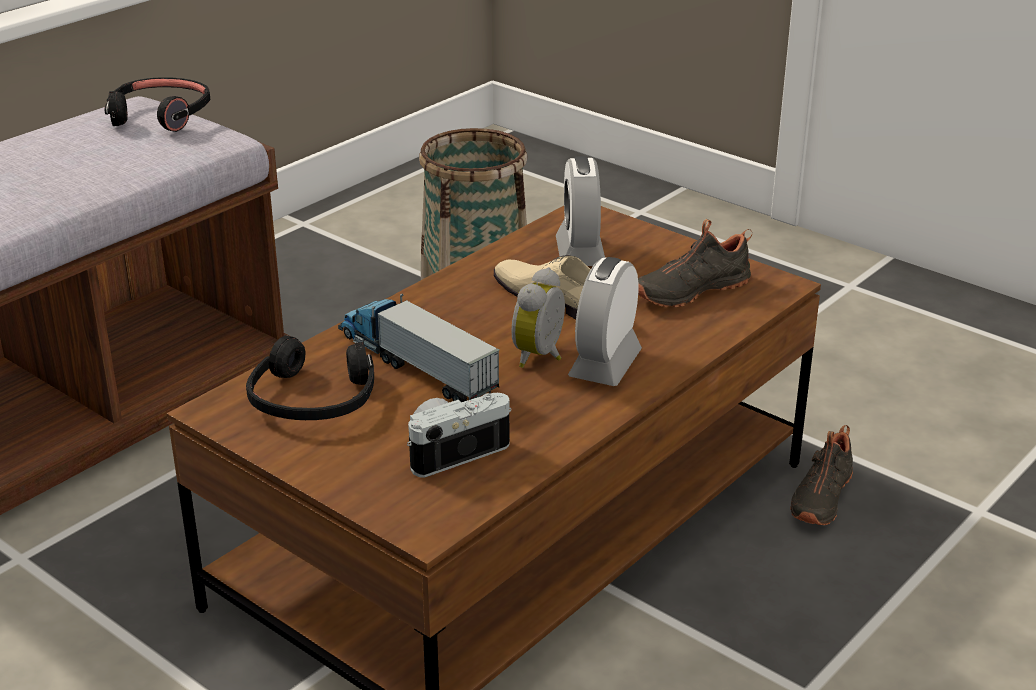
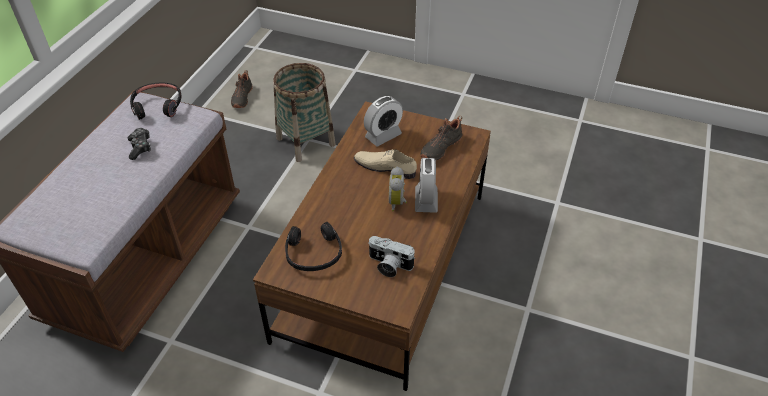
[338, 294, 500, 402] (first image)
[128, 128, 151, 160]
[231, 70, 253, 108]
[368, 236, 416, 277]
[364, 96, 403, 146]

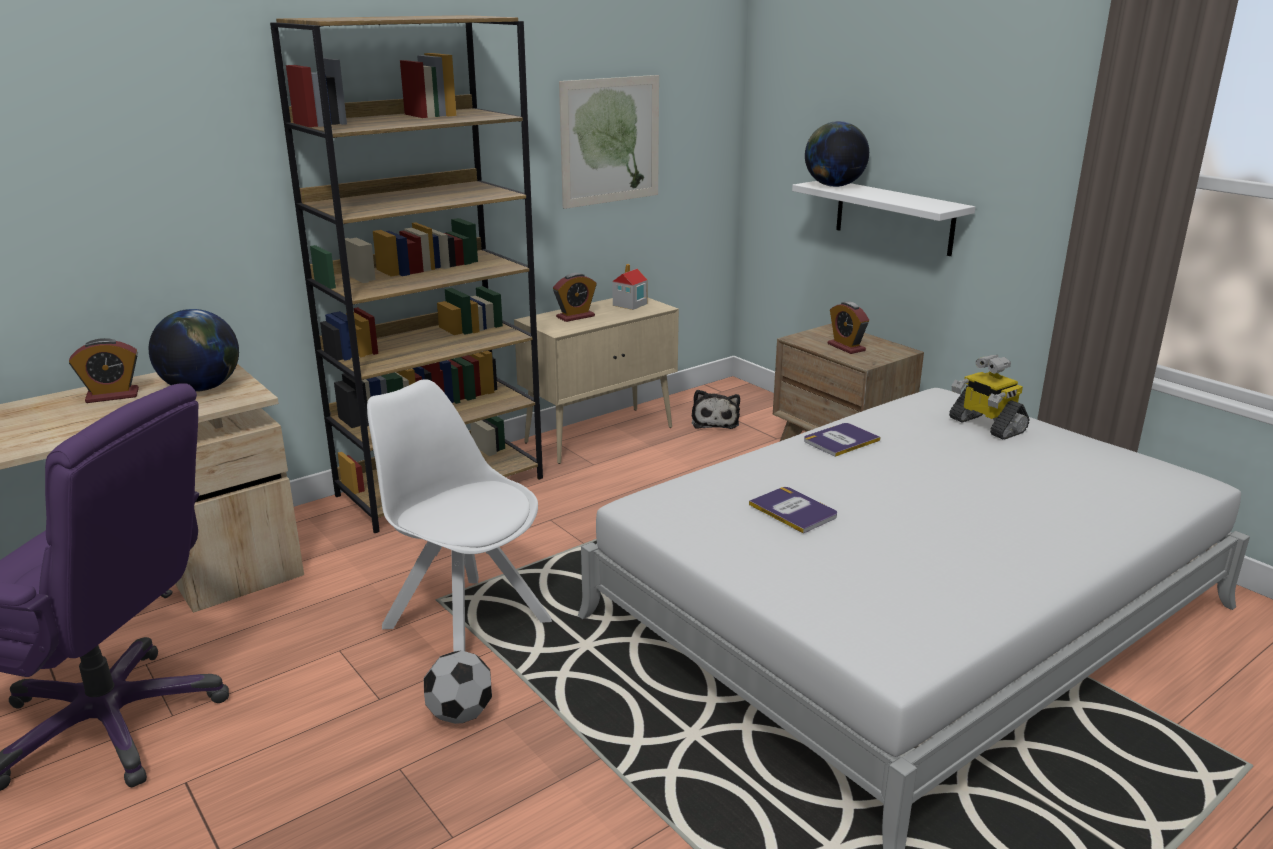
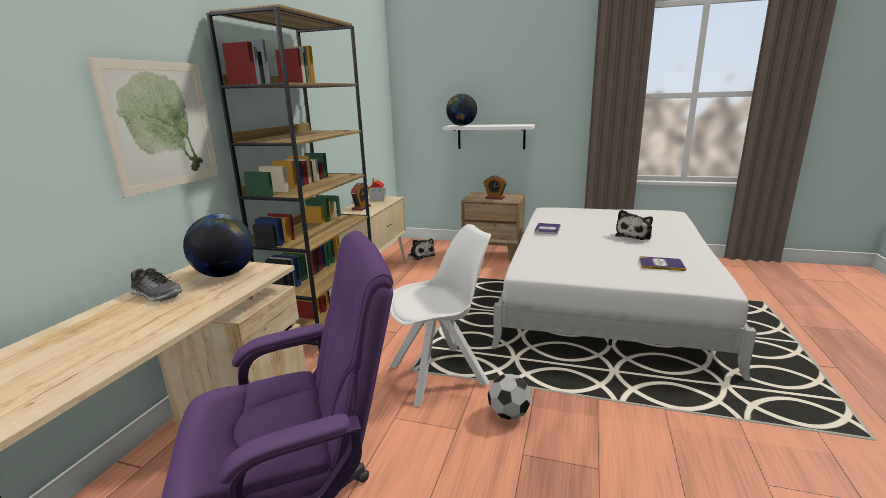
[949, 355, 1030, 440] (first image)
[615, 210, 653, 240]
[87, 57, 219, 198]
[639, 256, 686, 271]
[130, 268, 182, 302]
[390, 224, 491, 407]

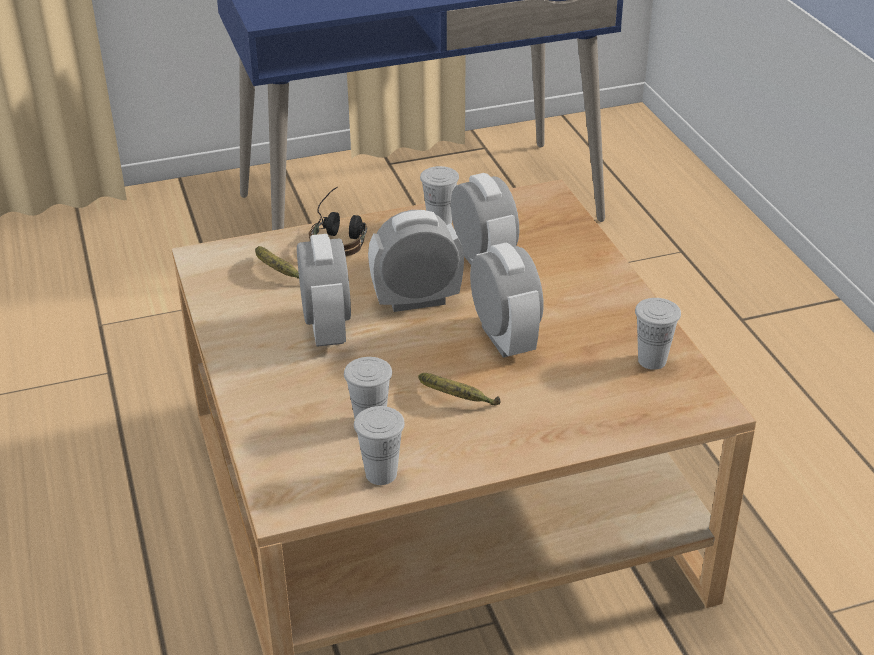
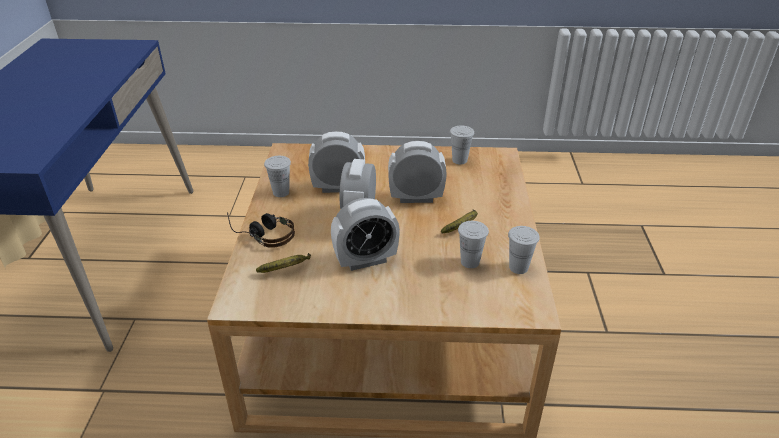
[331, 198, 400, 271]

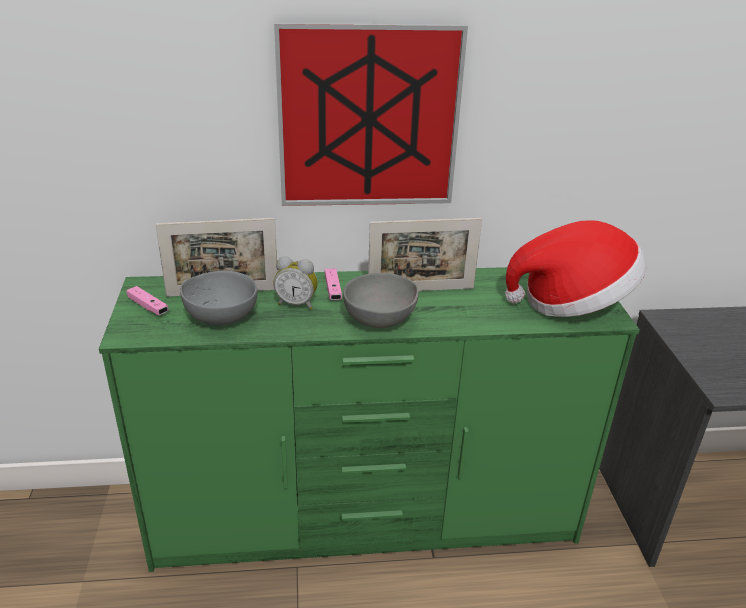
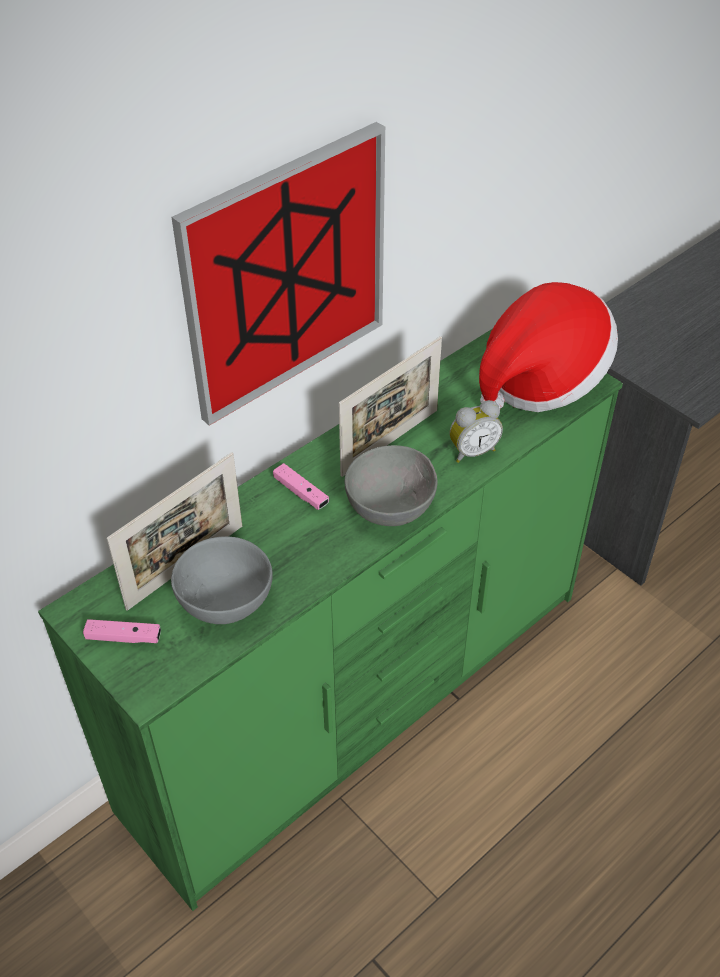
[449, 400, 503, 463]

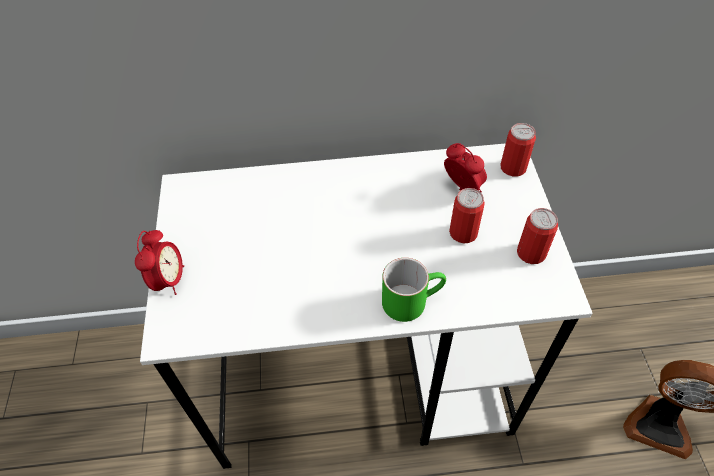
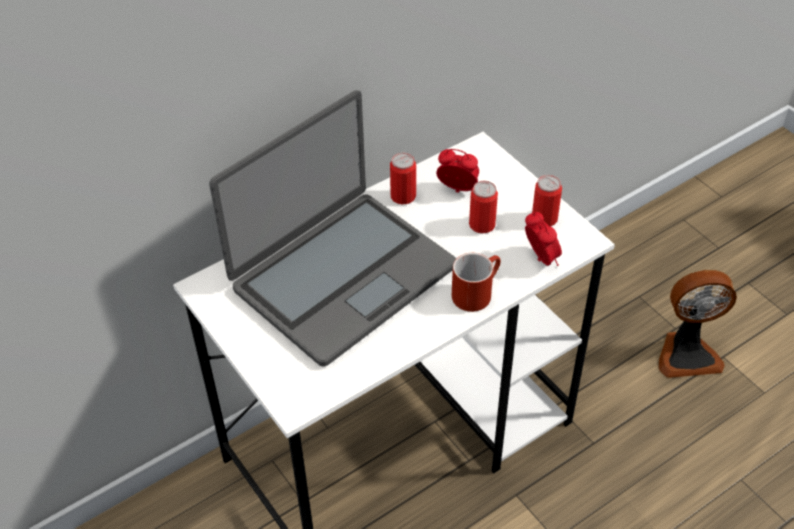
[209, 90, 456, 366]
[525, 212, 562, 266]
[390, 153, 416, 204]
[452, 253, 501, 312]

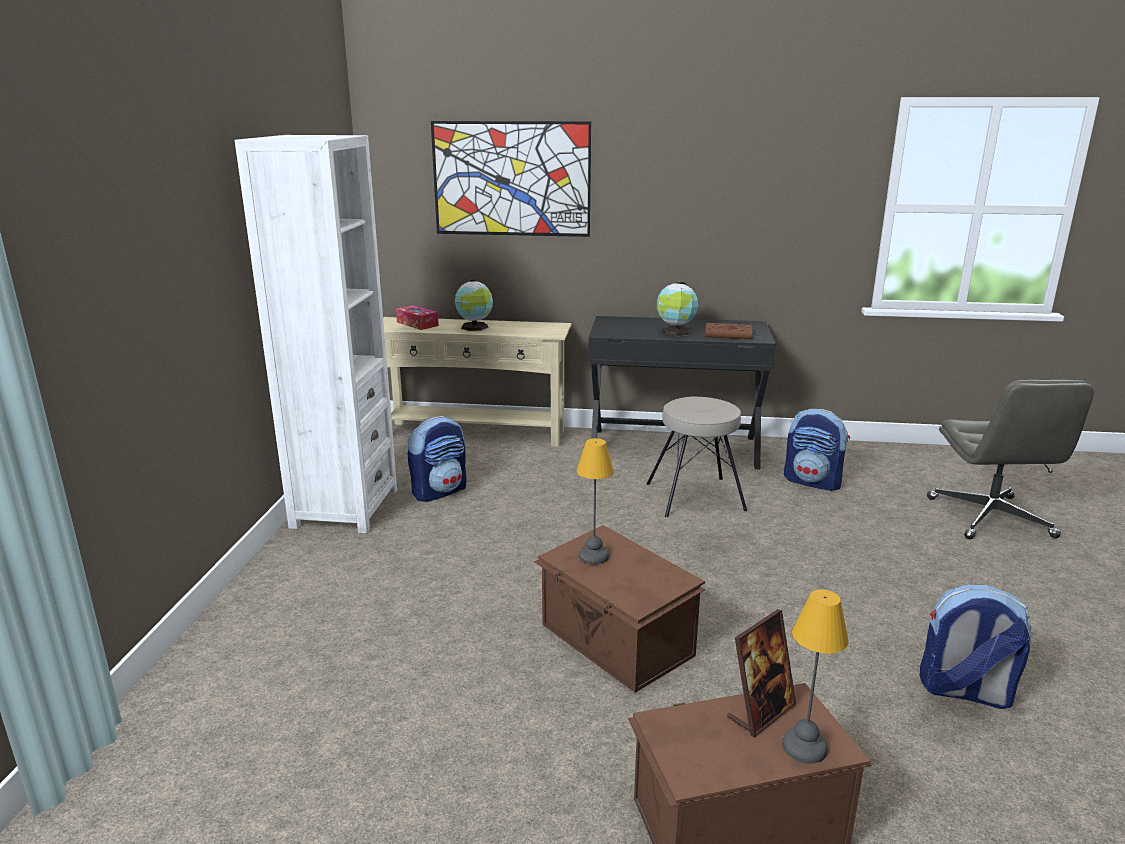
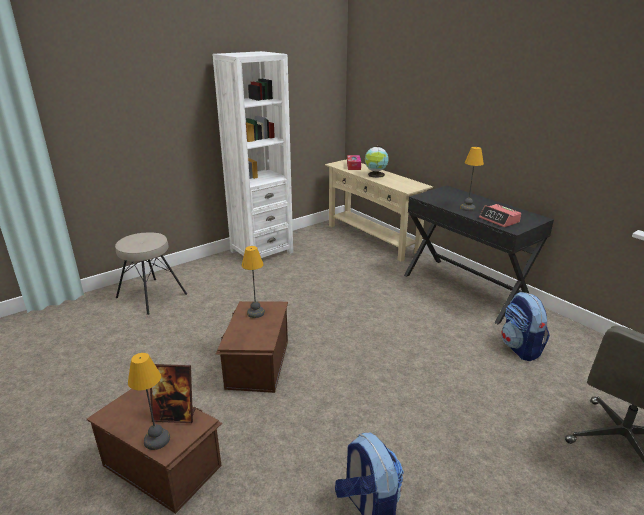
[408, 416, 467, 502] (first image)
[431, 121, 591, 237] (first image)
[115, 232, 187, 315]
[460, 147, 484, 211]
[479, 204, 521, 227]

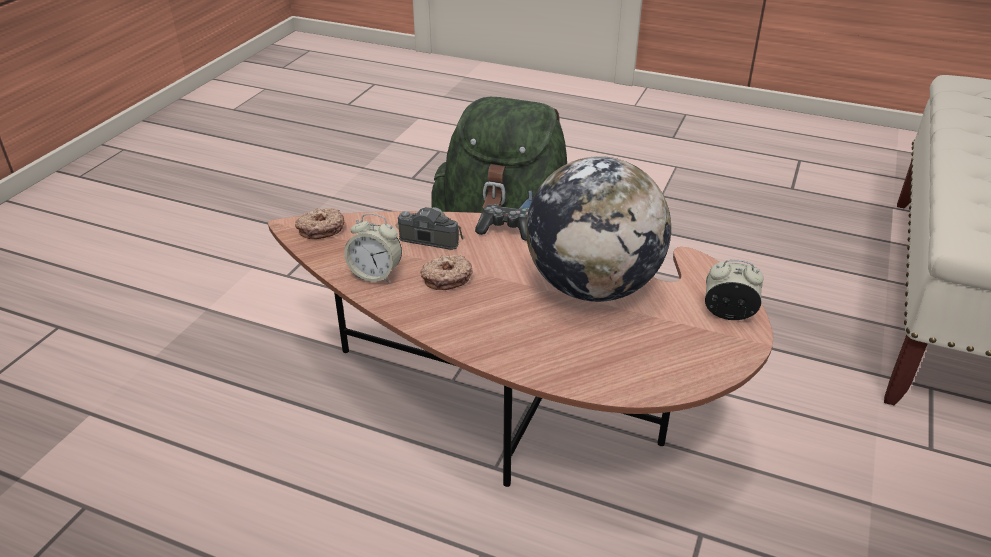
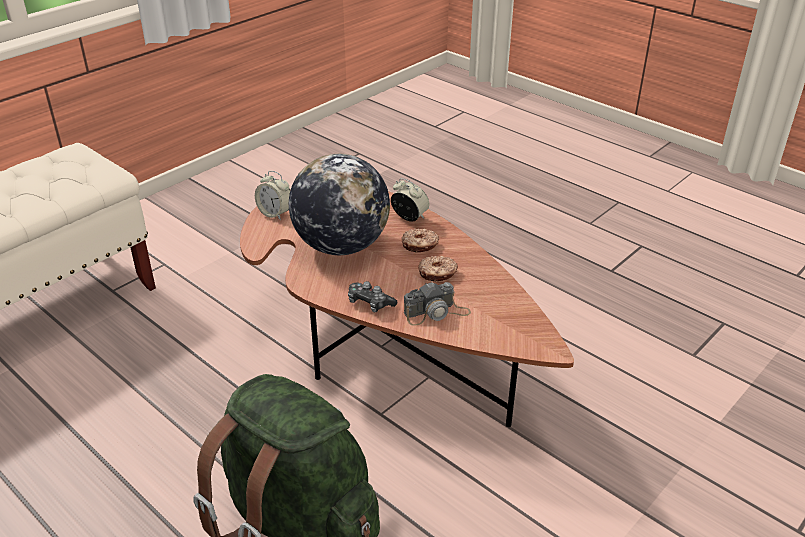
[401, 229, 439, 253]
[391, 178, 429, 222]
[404, 281, 471, 326]

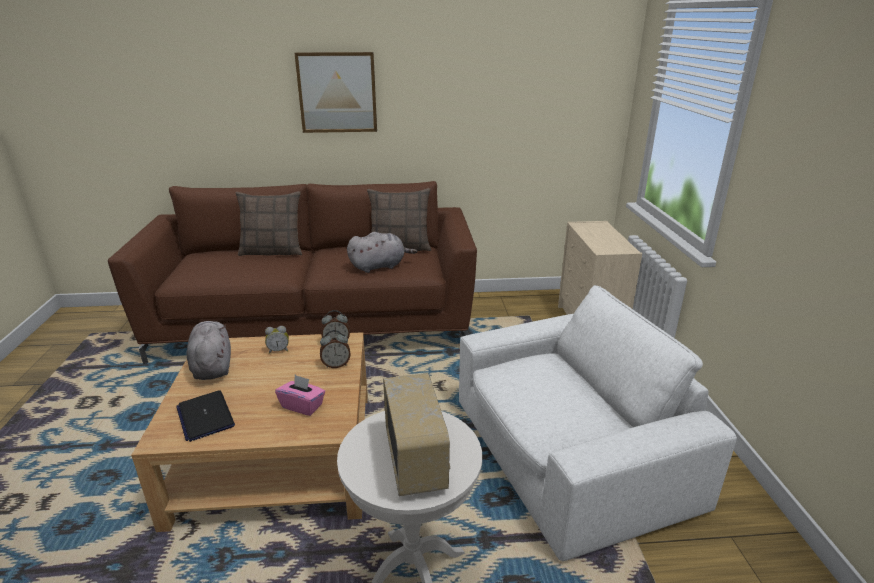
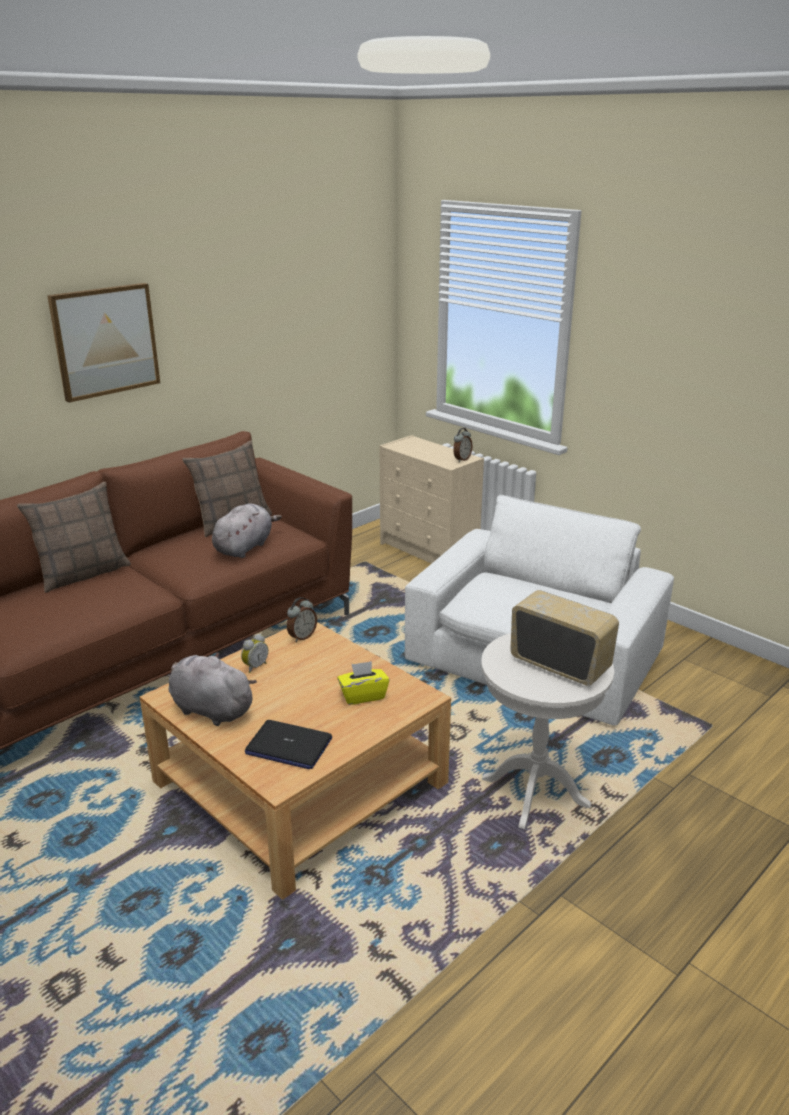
[453, 428, 472, 462]
[337, 661, 389, 705]

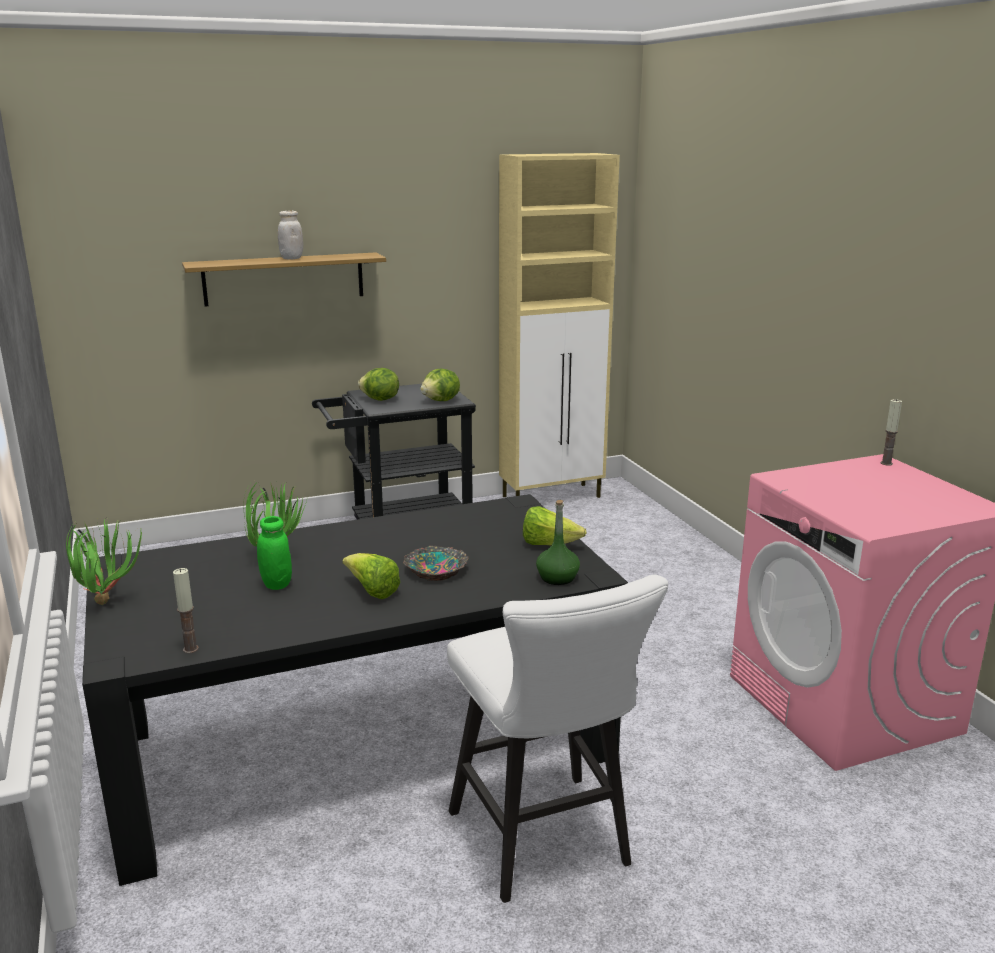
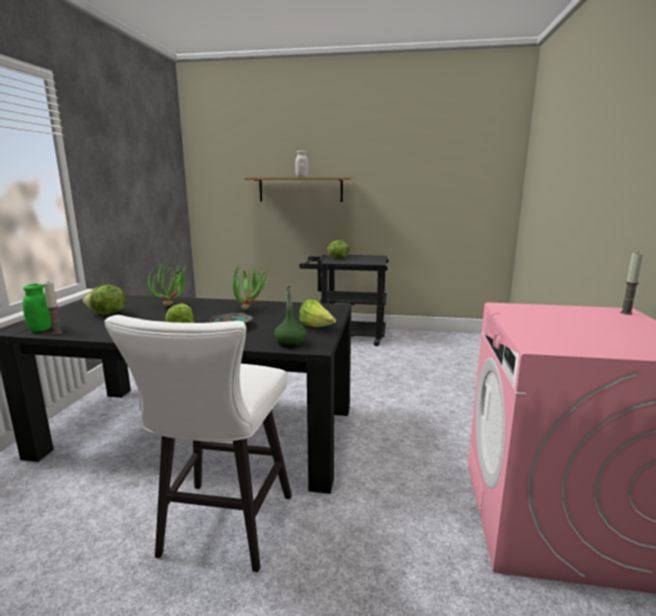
[499, 153, 620, 498] (first image)
[232, 264, 270, 311]
[23, 284, 52, 332]
[83, 285, 126, 315]

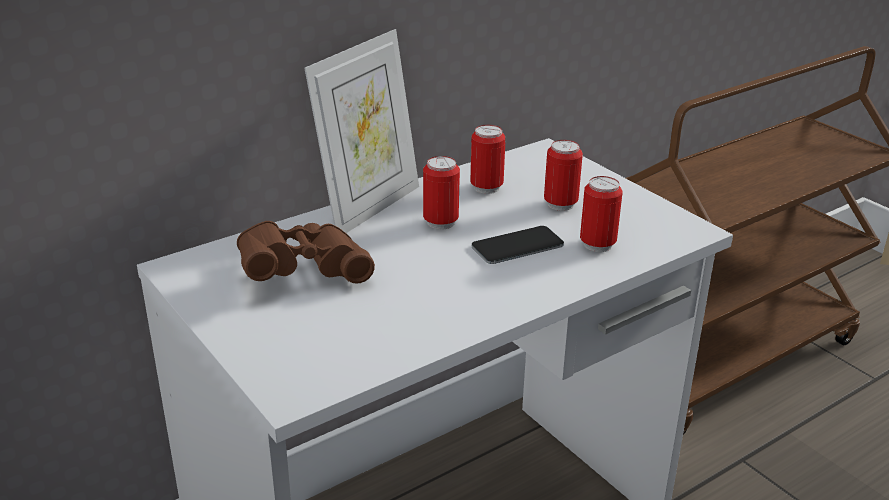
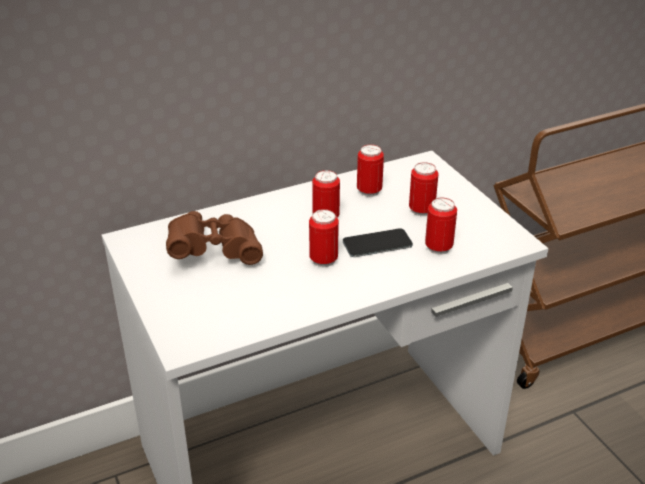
[304, 29, 419, 233] (first image)
[309, 209, 339, 267]

